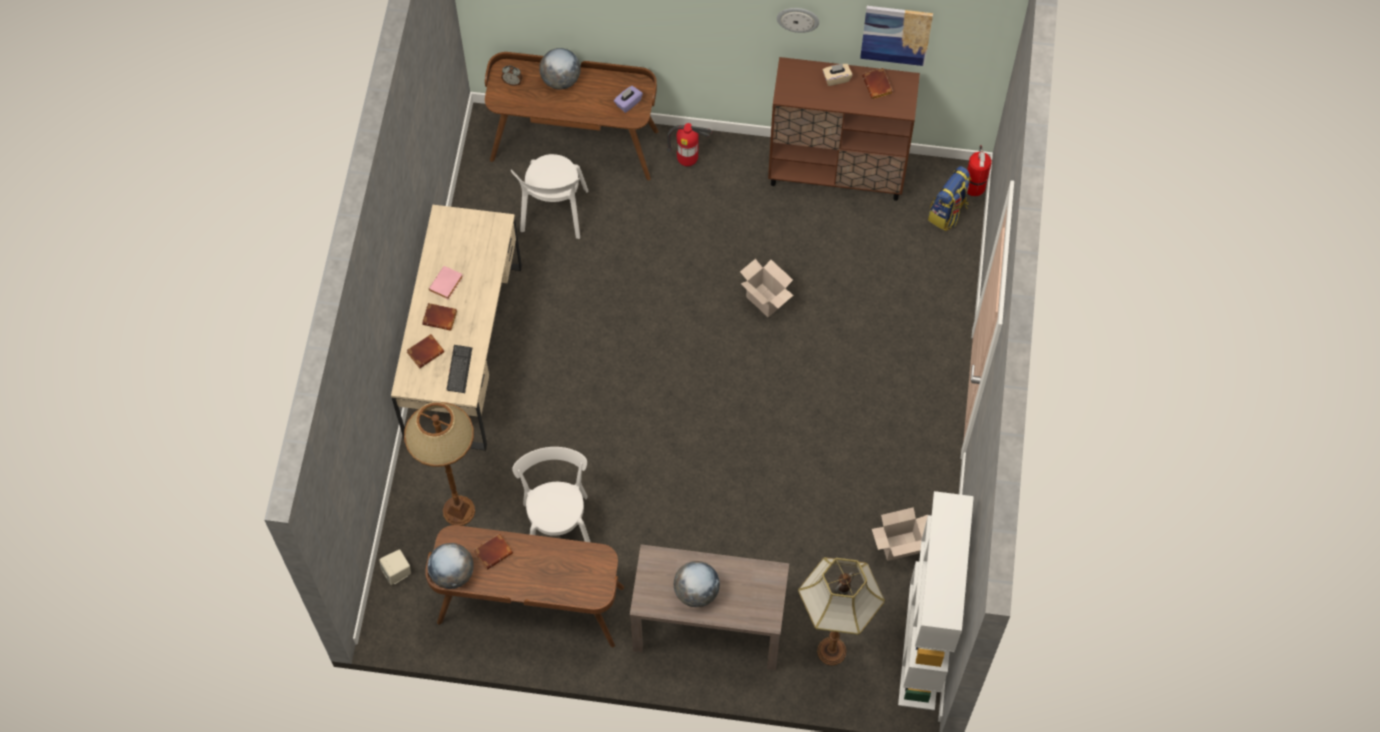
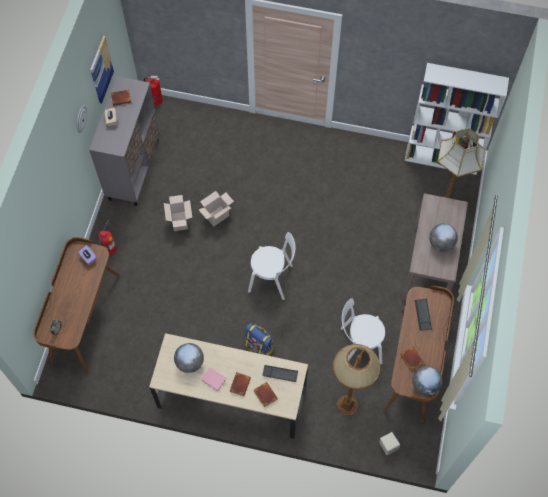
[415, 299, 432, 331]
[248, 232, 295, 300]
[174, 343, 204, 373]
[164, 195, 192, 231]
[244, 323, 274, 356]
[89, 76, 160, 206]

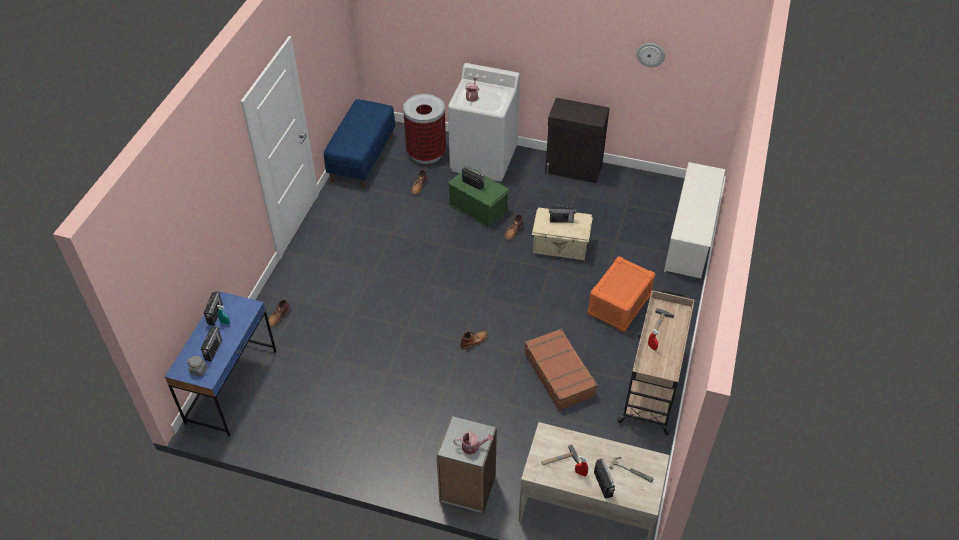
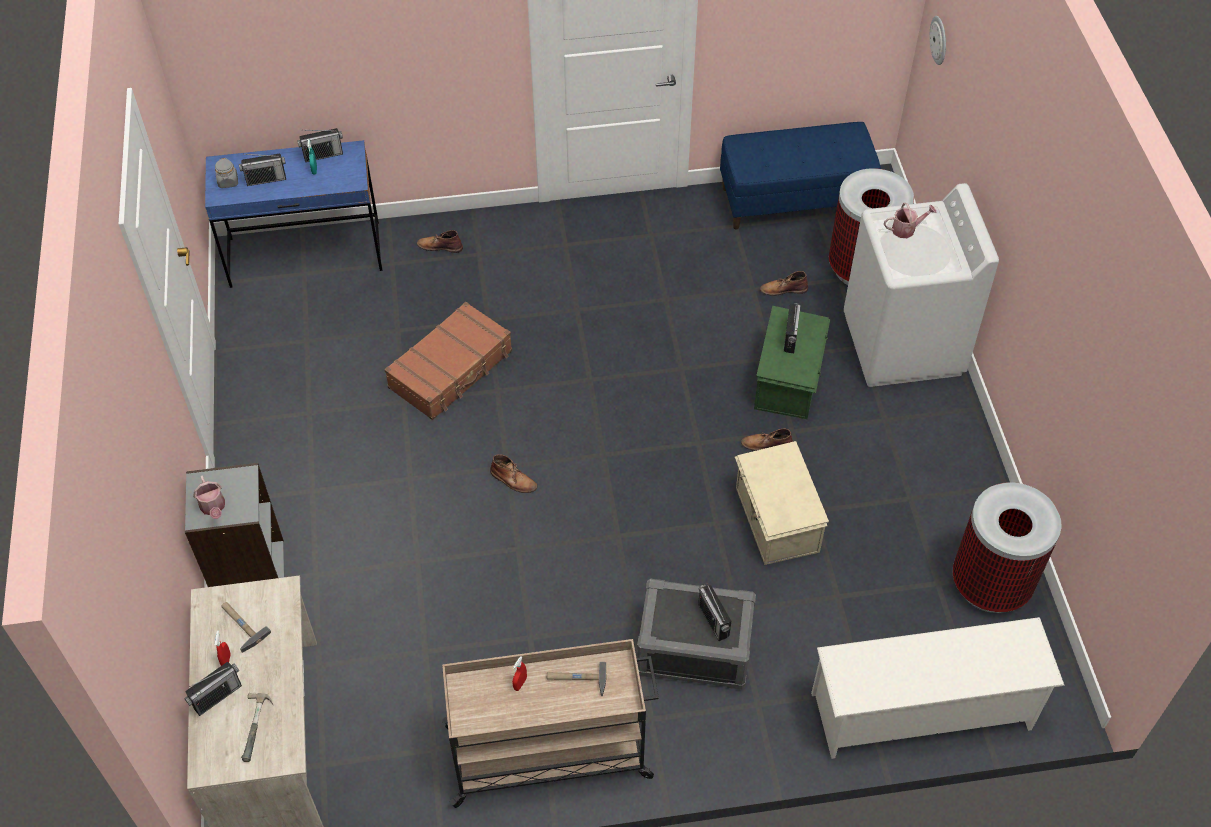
[545, 98, 610, 183] (first image)
[953, 482, 1061, 613]
[384, 302, 512, 420]
[698, 583, 731, 641]
[930, 16, 946, 65]
[637, 579, 756, 690]

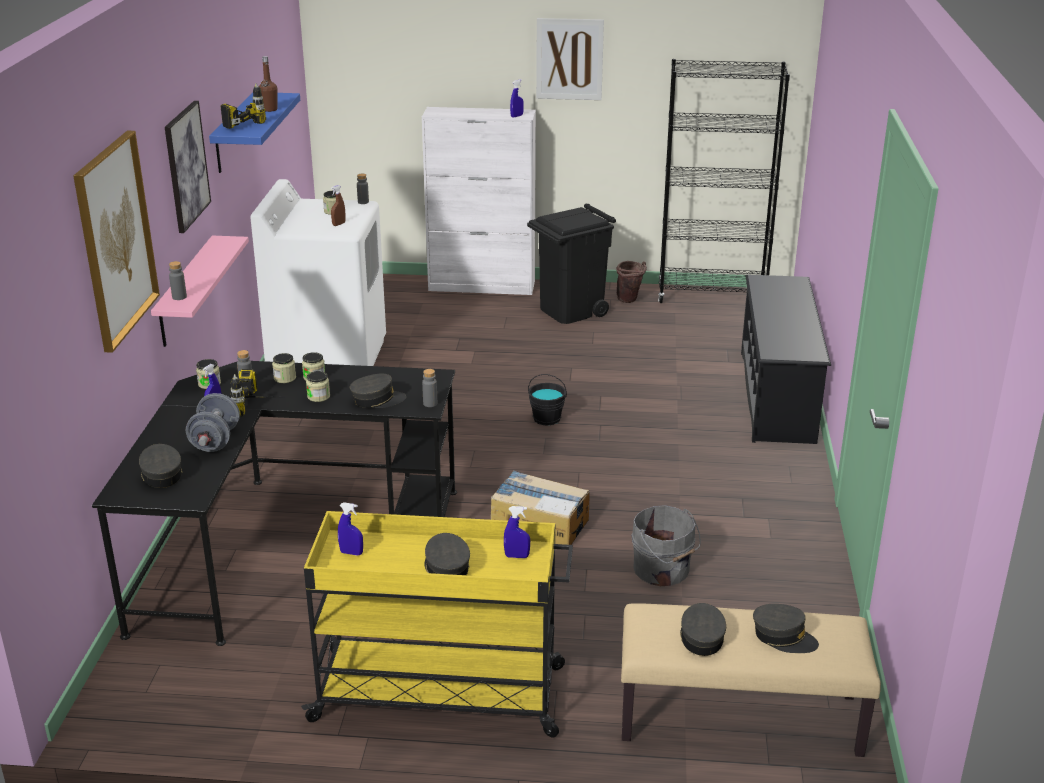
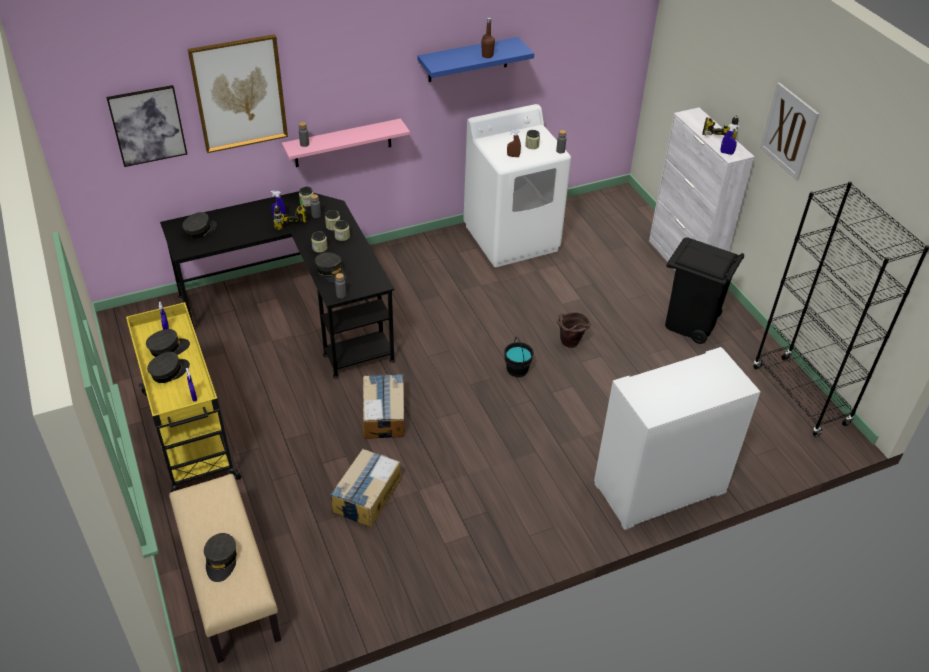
[186, 393, 240, 452] (first image)
[106, 85, 187, 167]
[702, 115, 739, 139]
[557, 312, 591, 348]
[146, 329, 190, 357]
[330, 449, 401, 527]
[594, 347, 761, 530]

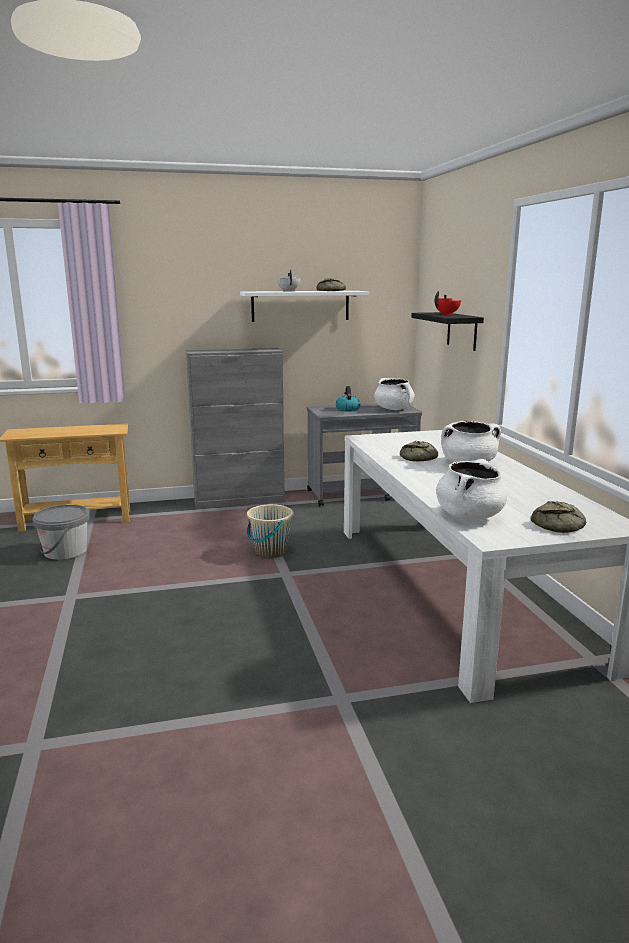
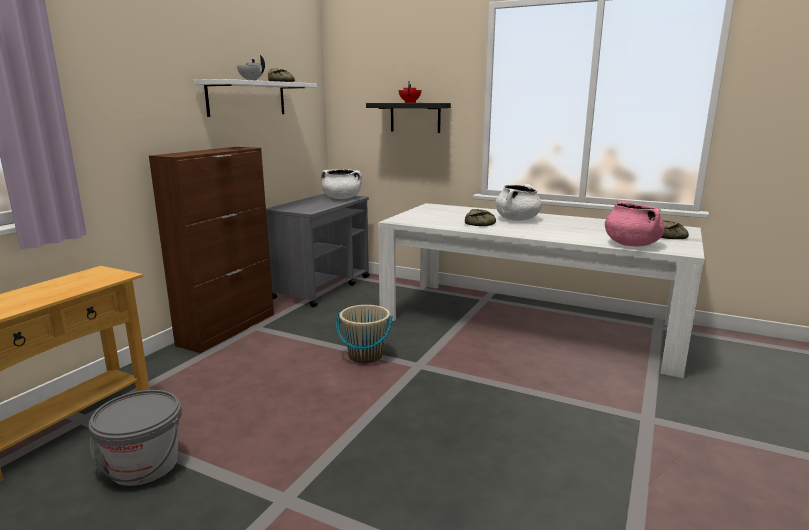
[336, 386, 360, 412] (first image)
[149, 147, 274, 353]
[605, 200, 665, 246]

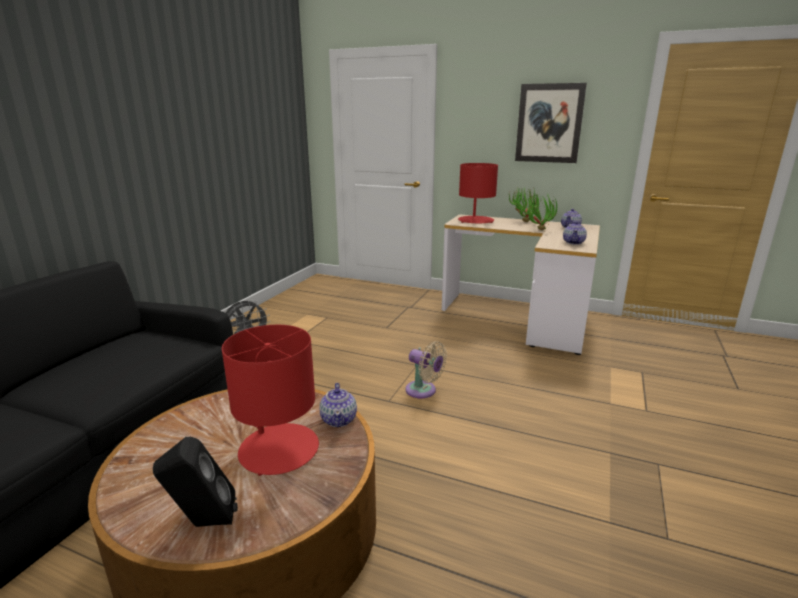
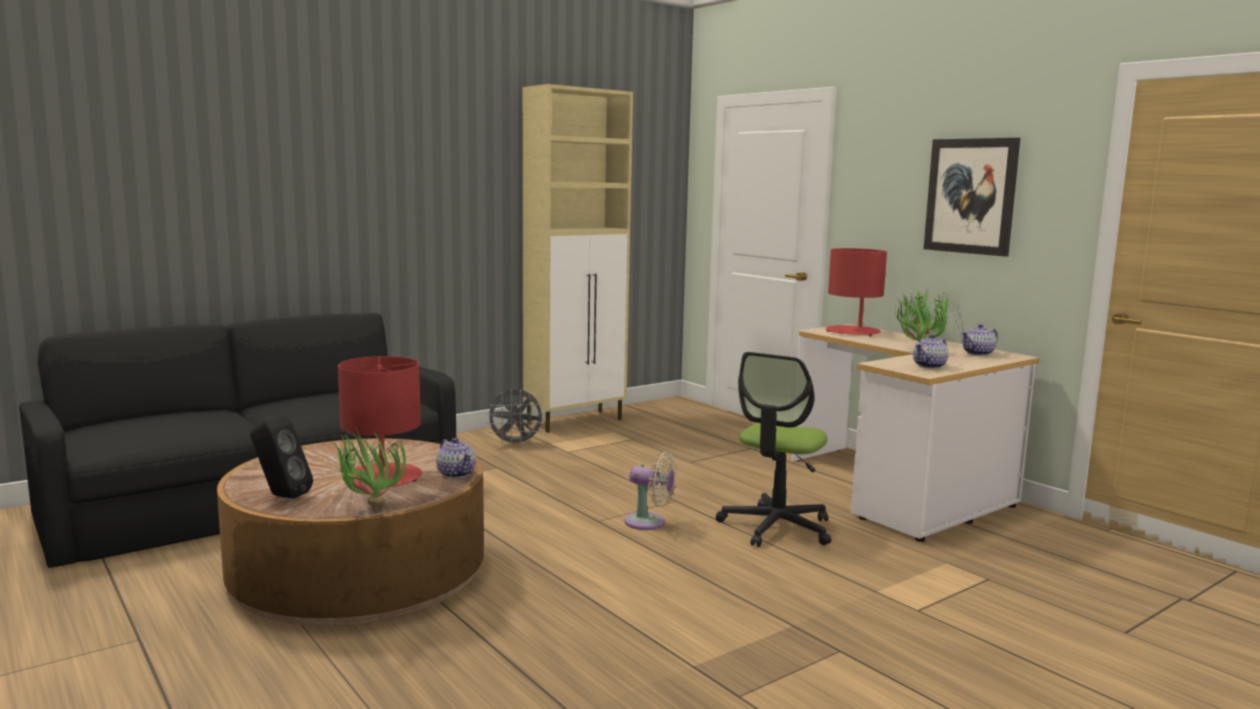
[330, 428, 406, 507]
[523, 84, 633, 433]
[716, 352, 831, 547]
[436, 438, 476, 478]
[625, 452, 677, 530]

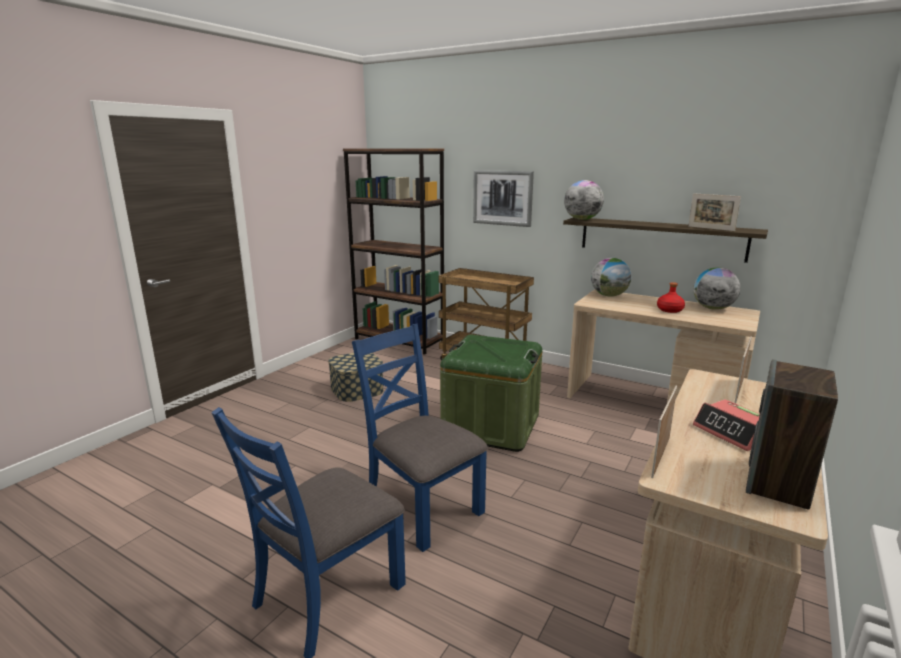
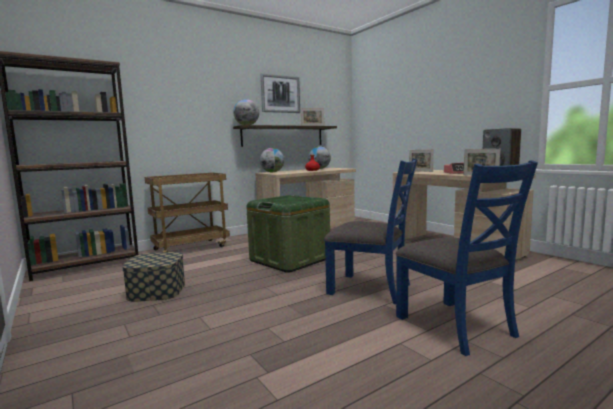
[260, 74, 300, 113]
[324, 158, 417, 304]

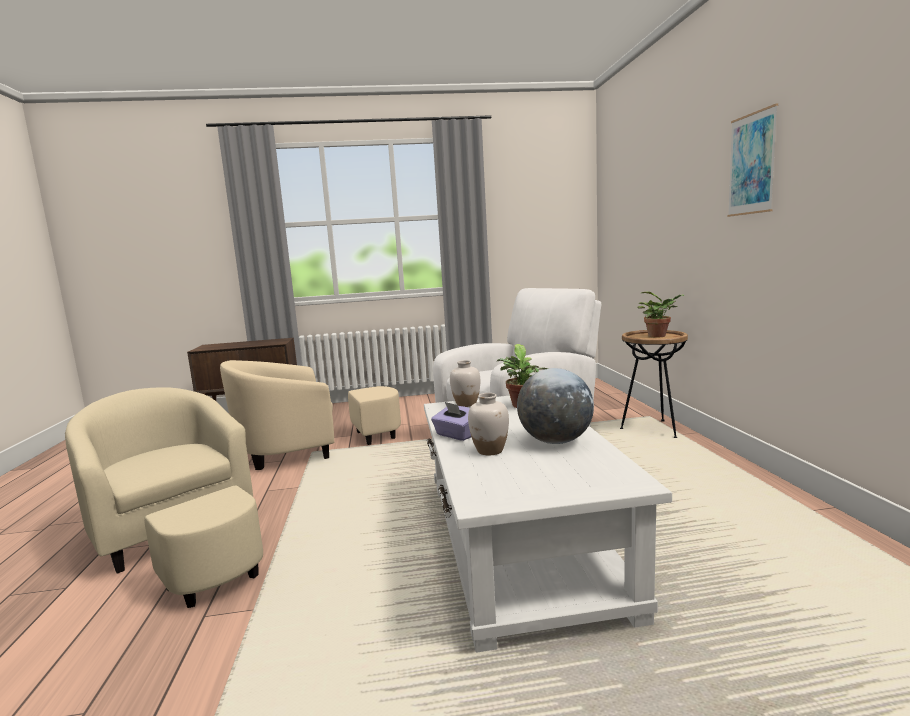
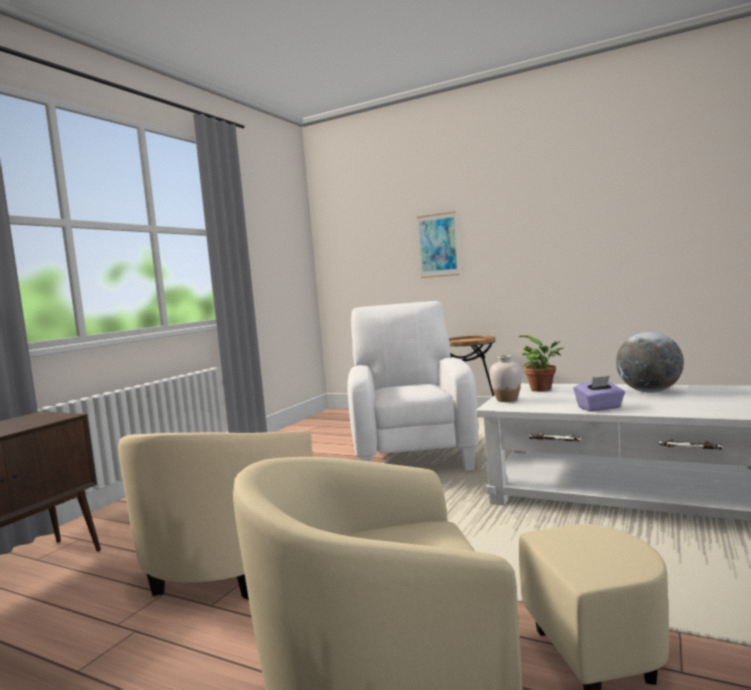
[468, 393, 509, 455] (first image)
[638, 292, 684, 337] (first image)
[417, 212, 460, 278]

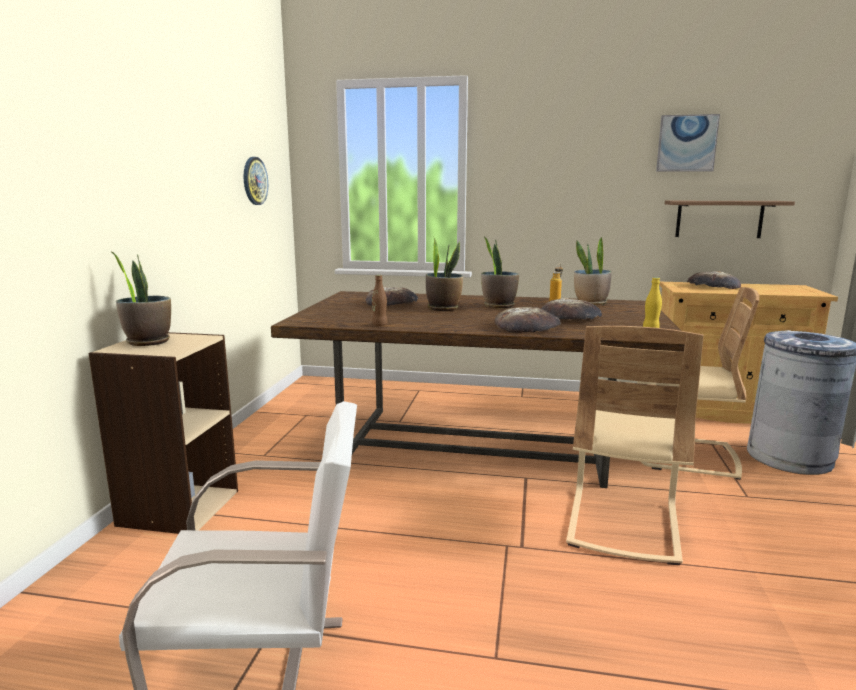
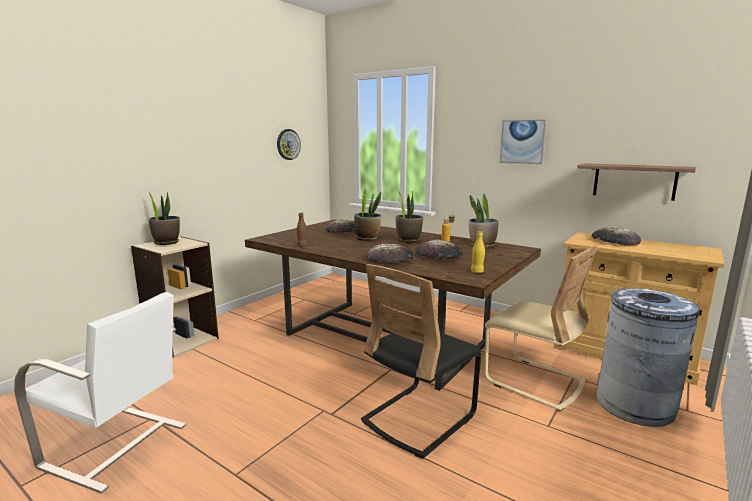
[500, 120, 546, 164]
[361, 264, 482, 459]

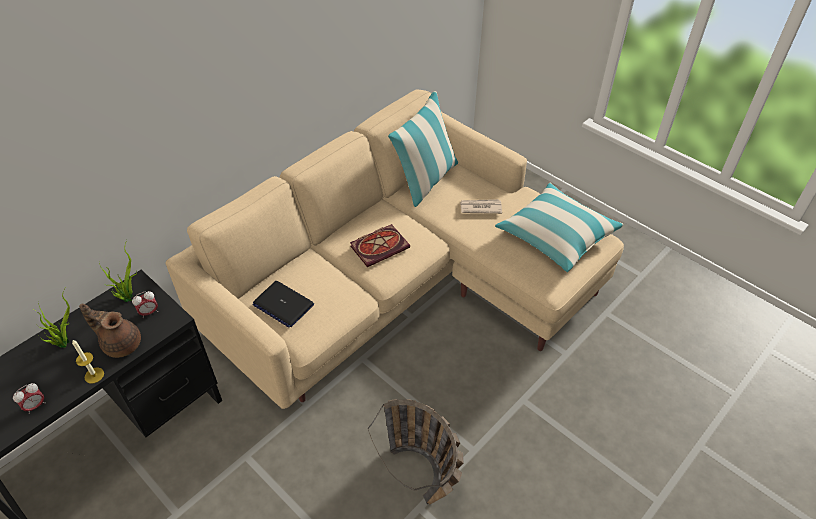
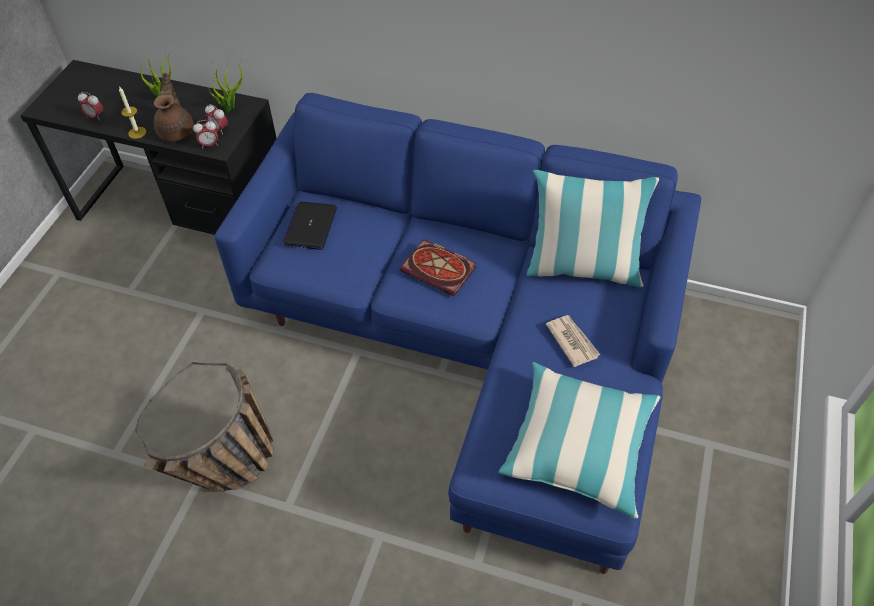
[193, 120, 218, 149]
[214, 93, 701, 574]

